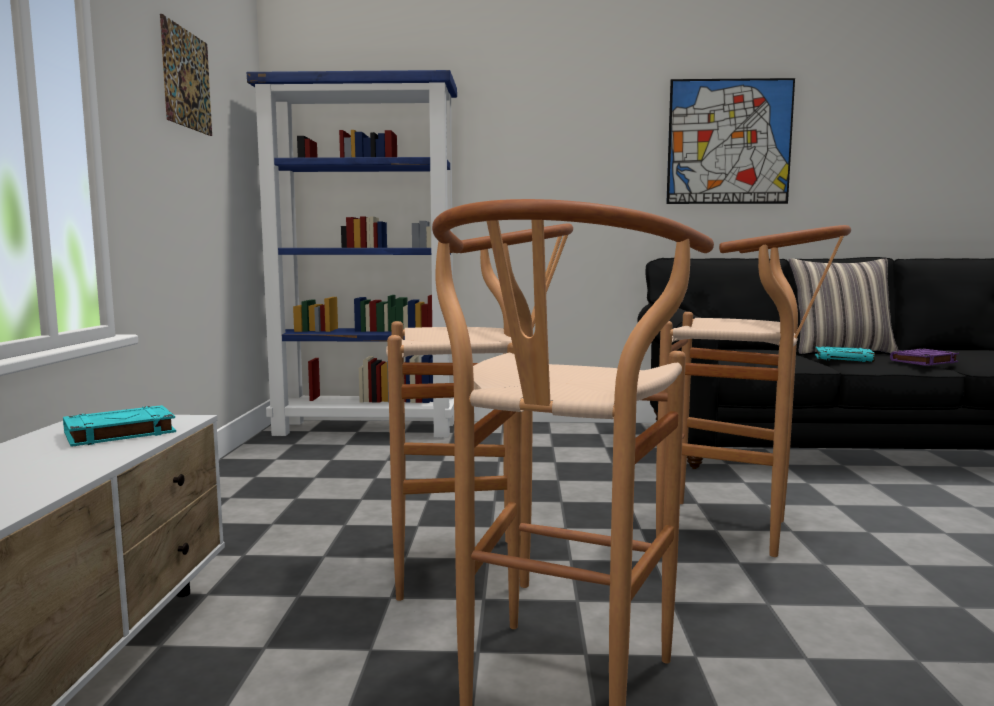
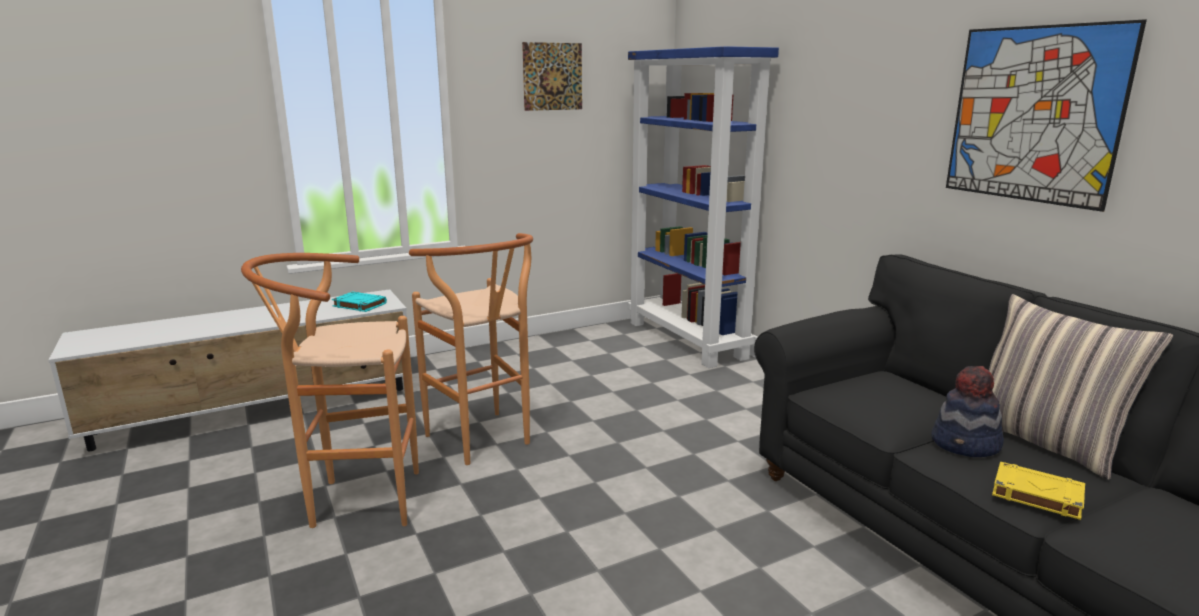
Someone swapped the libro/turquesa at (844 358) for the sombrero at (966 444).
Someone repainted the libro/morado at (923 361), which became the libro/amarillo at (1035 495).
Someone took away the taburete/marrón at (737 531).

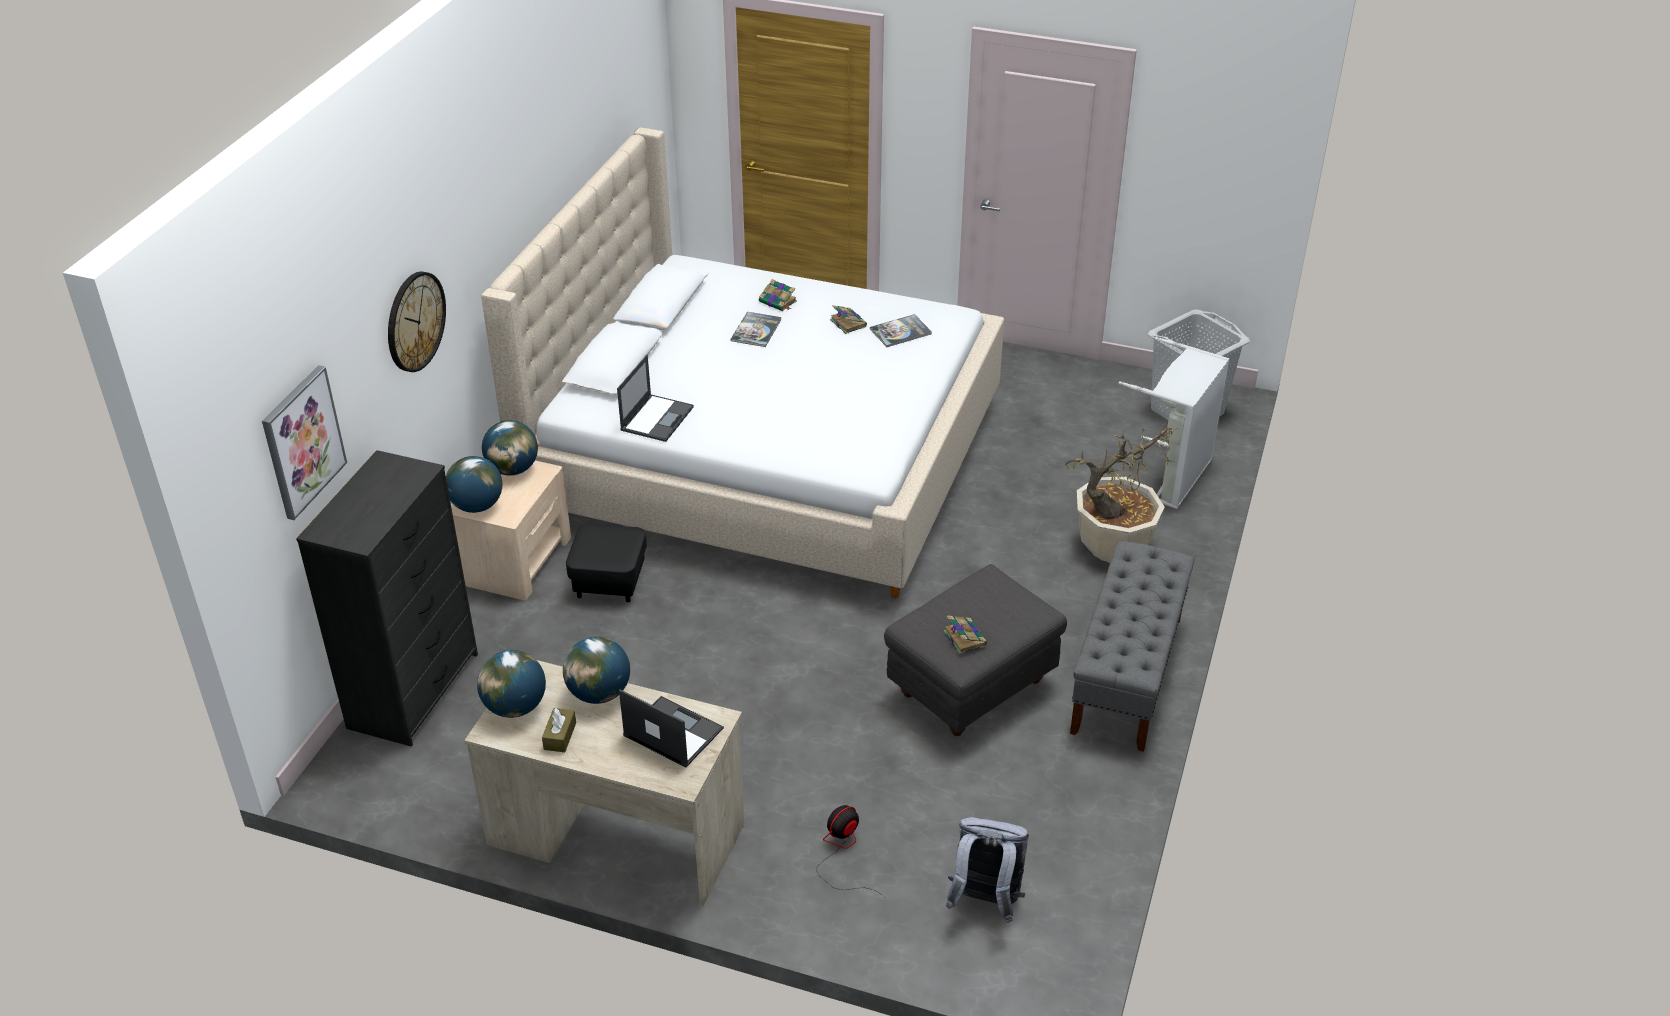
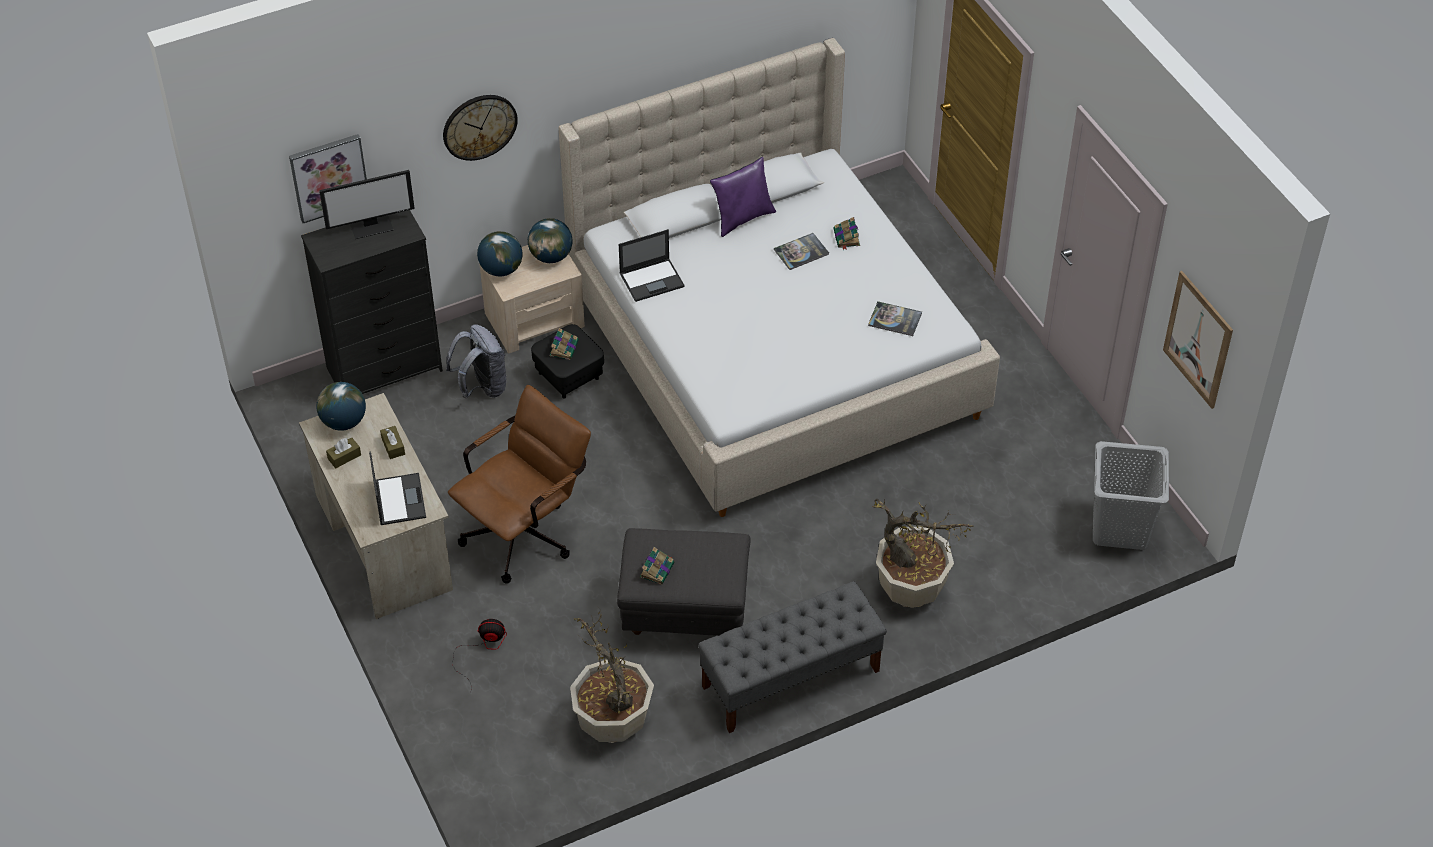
Someone put down the monitor at (371 226).
Someone swapped the globo terráqueo at (599 693) for the caja de pañuelos/marrón at (393 446).
Someone carried the mochila/gris from (985 902) to (482 387).
Someone put down the silla de oficina/marrón at (526 532).
Someone carried the libro from (847 323) to (564 348).
Someone put down the planta en maceta at (612 721).
Someone put down the cojín/morado at (743 218).
Someone put up the cuadro at (1198 339).
Someone took away the cesto de la ropa/gris at (1170 477).

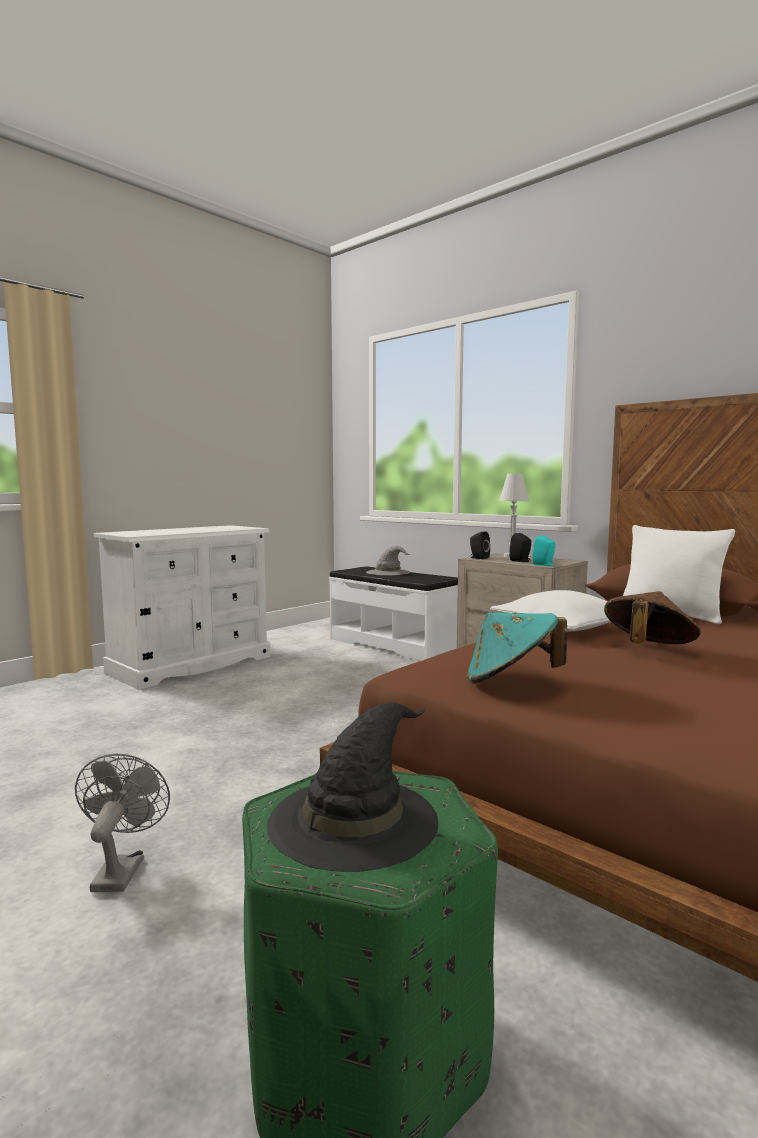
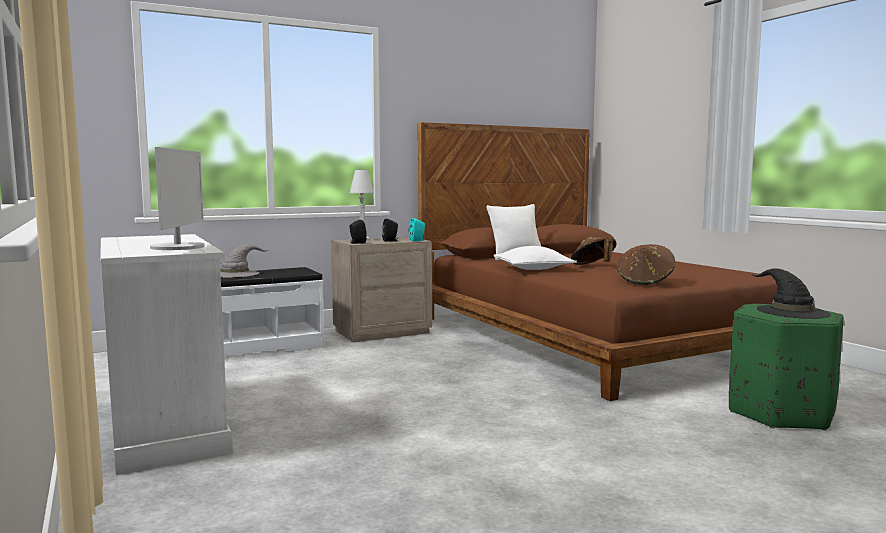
Someone put down the monitor at (178 247).
Someone repainted the sombrero/turquesa at (511 680), which became the sombrero/marrón at (645 281).
Someone took away the ventilador/gris at (121 869).

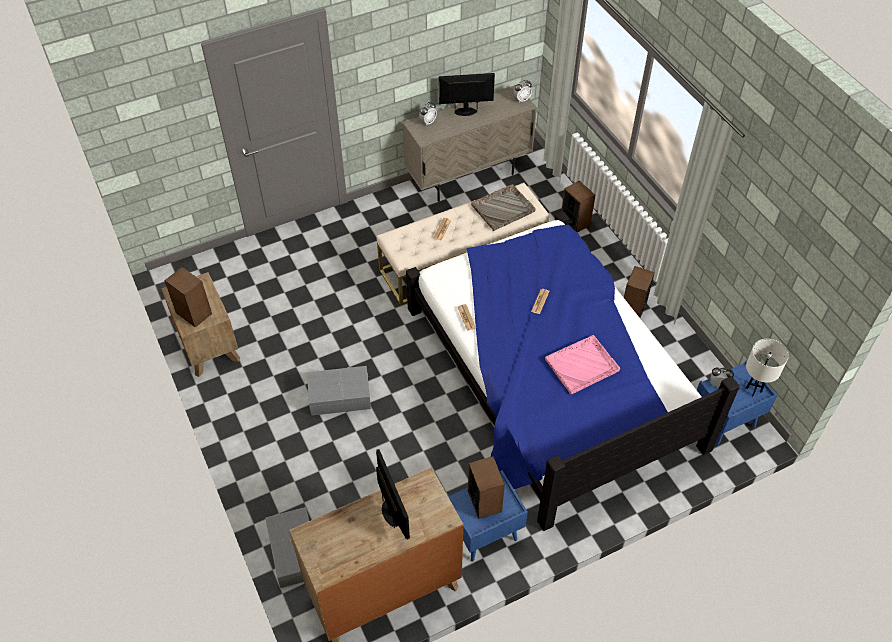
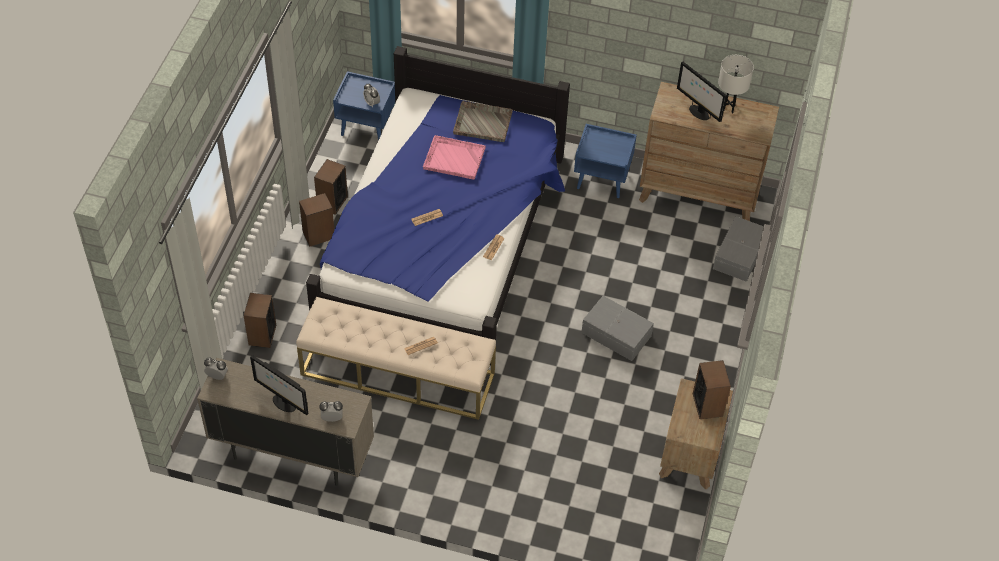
Someone carried the altavoz from (485 501) to (332 202).
Someone carried the bandeja/gris from (503 208) to (482 122).
Someone rotated the monitor at (392 513) by 60 degrees counterclockwise.
Someone carried the lámpara de mesa/blanco from (753 390) to (728 108).

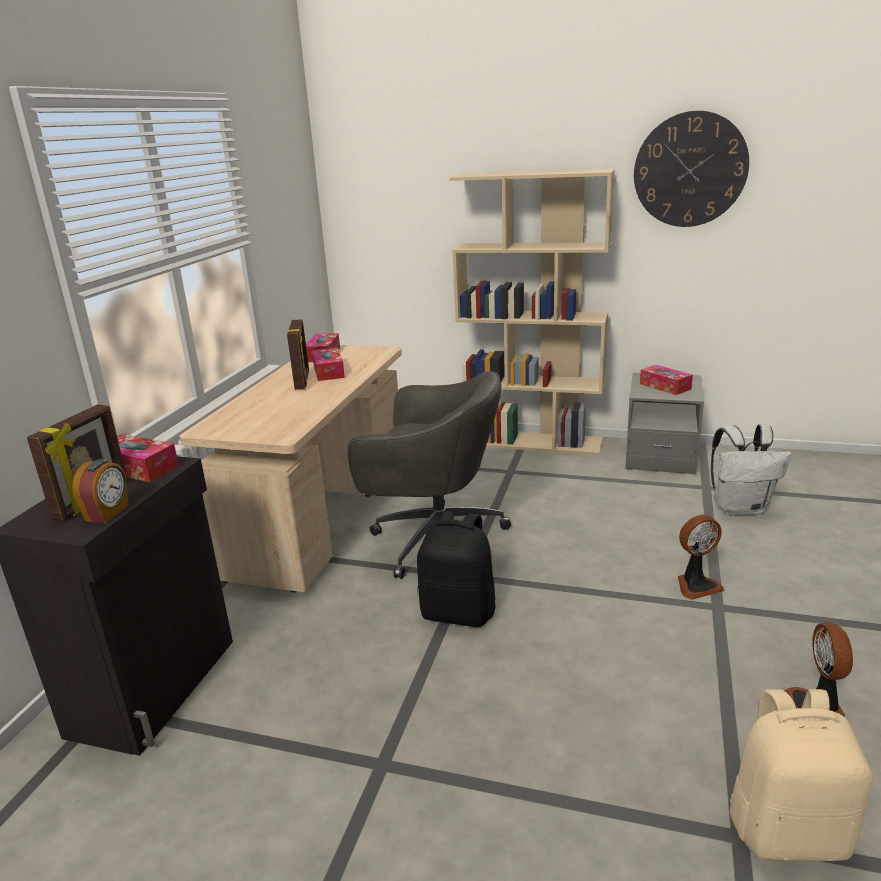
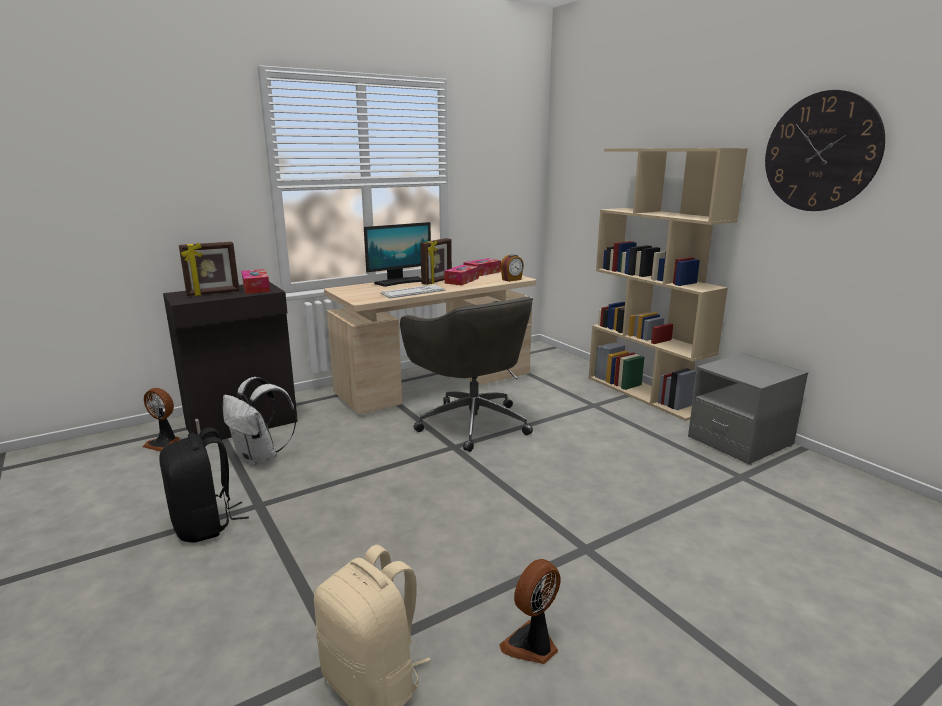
Someone carried the ventilador from (696 585) to (164 443).
Someone carried the mochila/negro from (459 612) to (205 524).
Someone carried the mochila/blanco from (740 508) to (260 457).
Someone put down the monitor at (399 282).
Someone put down the teclado at (413 292).
Someone carried the despertador from (108 513) to (512 279).
Someone took away the caja de pañuelos at (665 386).

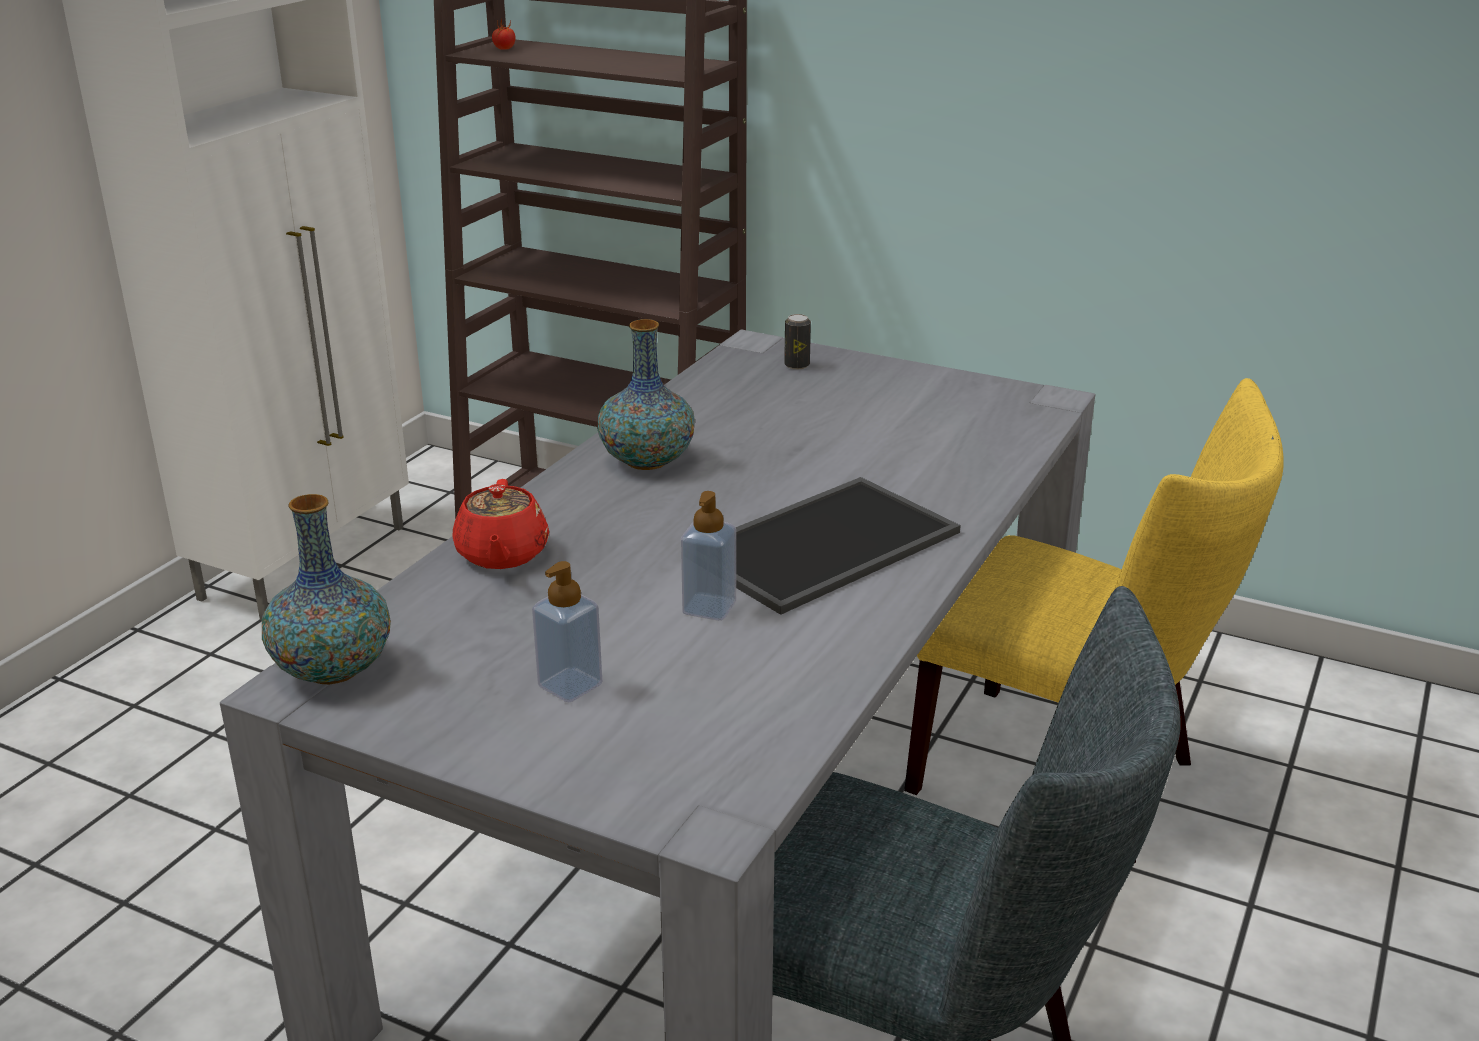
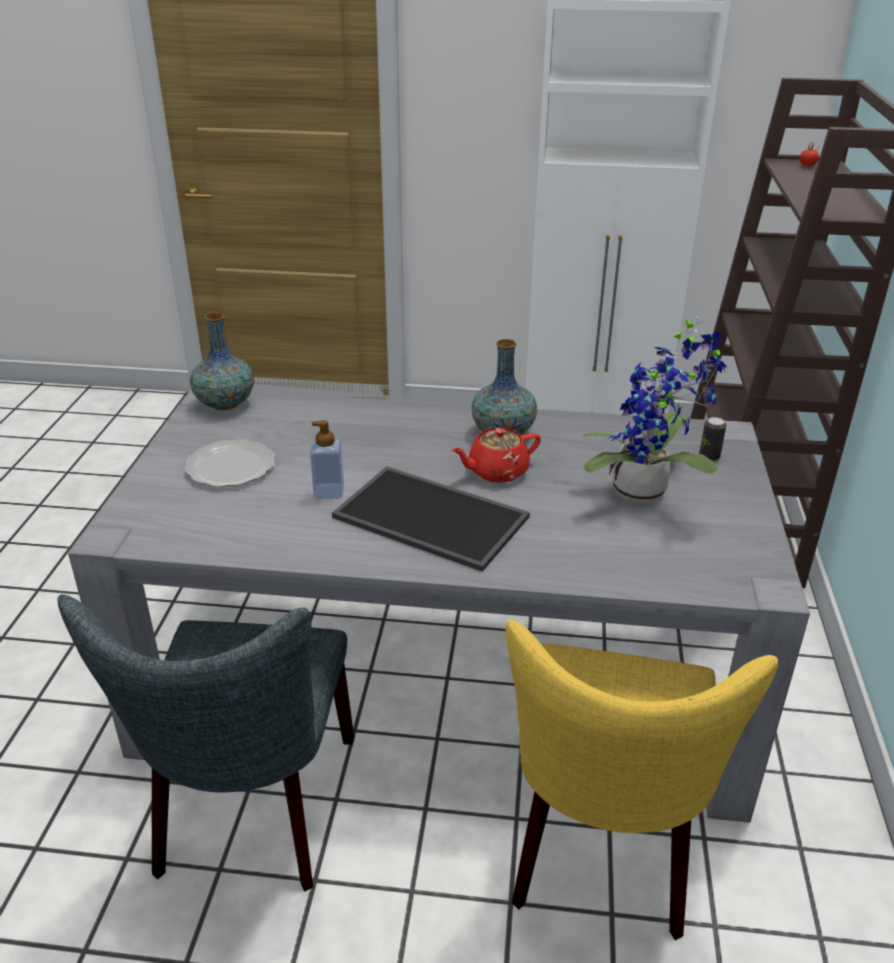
Someone swapped the dispensador de jabón at (570 686) for the plato at (231 467).
Someone carried the tetera/rojo from (502 555) to (496 471).
Someone put down the planta en maceta at (646 493).

